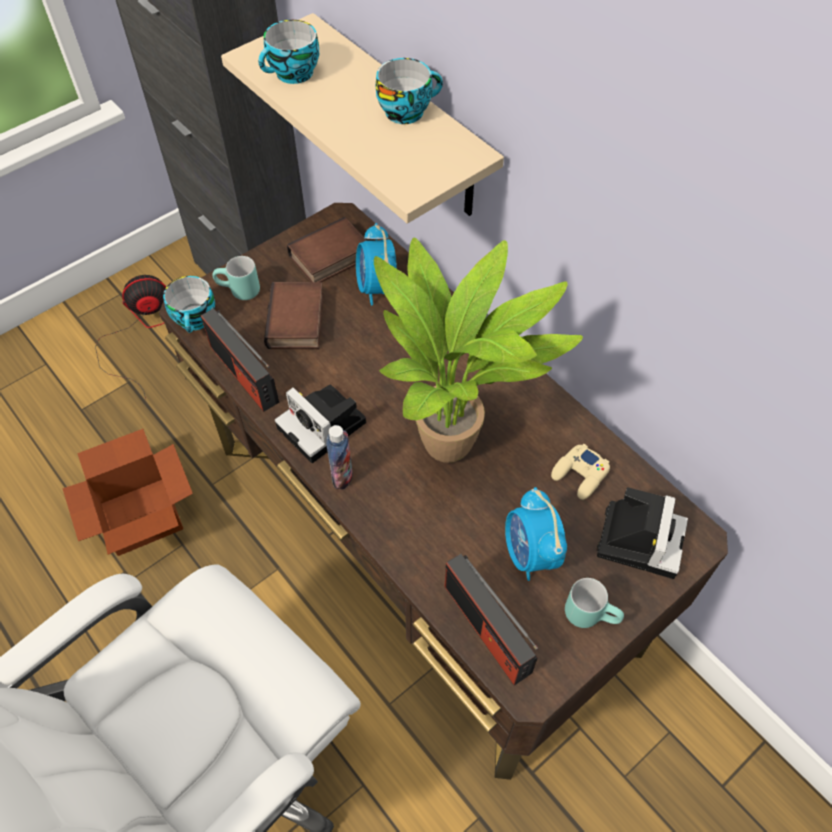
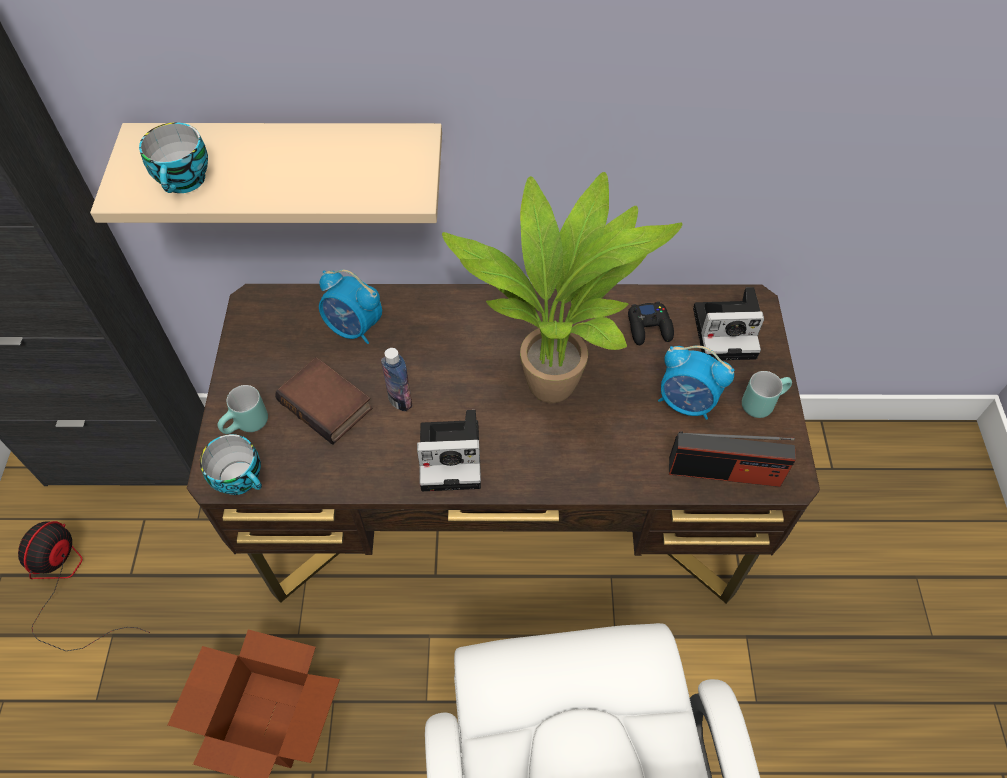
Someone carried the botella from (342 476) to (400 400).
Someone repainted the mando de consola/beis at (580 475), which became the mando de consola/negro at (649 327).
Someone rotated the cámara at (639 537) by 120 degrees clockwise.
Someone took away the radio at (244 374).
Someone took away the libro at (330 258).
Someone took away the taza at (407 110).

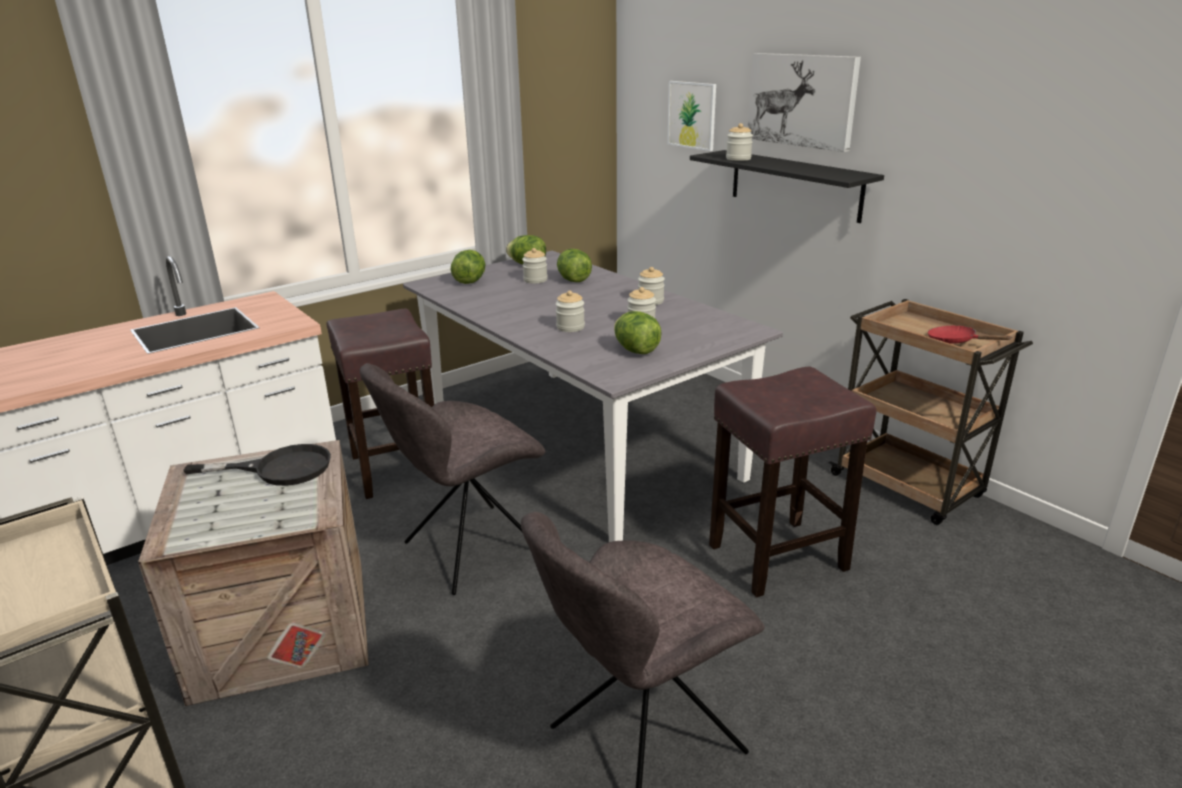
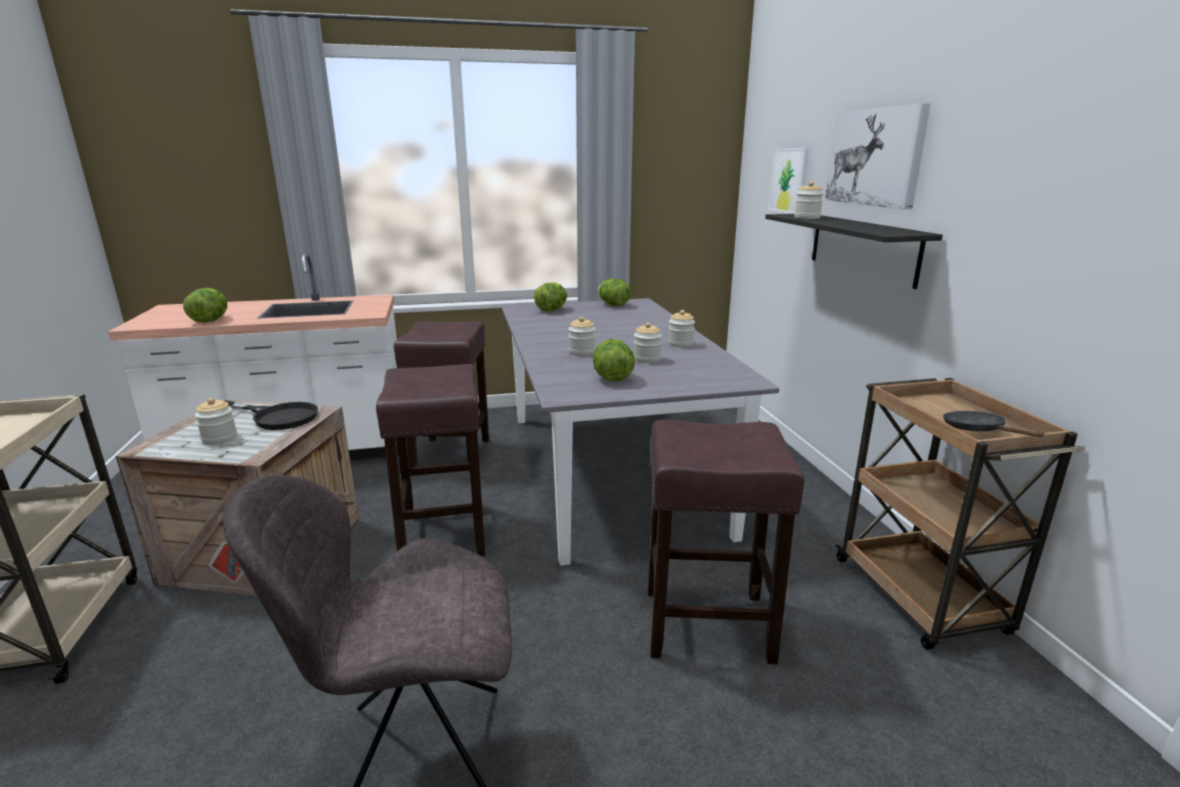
Someone carried the lechuga from (573 280) to (210 320).
Someone carried the tarro from (535 280) to (219 438).
Someone swapped the silla/gris at (469 550) for the taburete/marrón at (443 532).
Someone repainted the sartén/rojo at (956 342), which became the sartén/negro at (978 430).

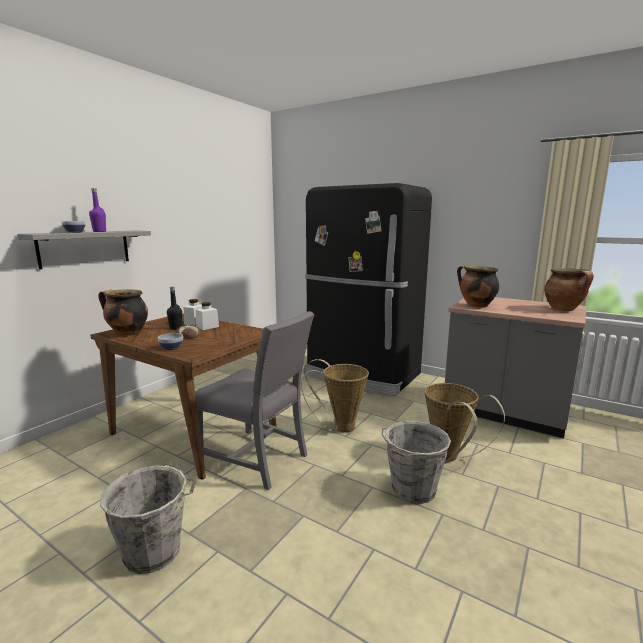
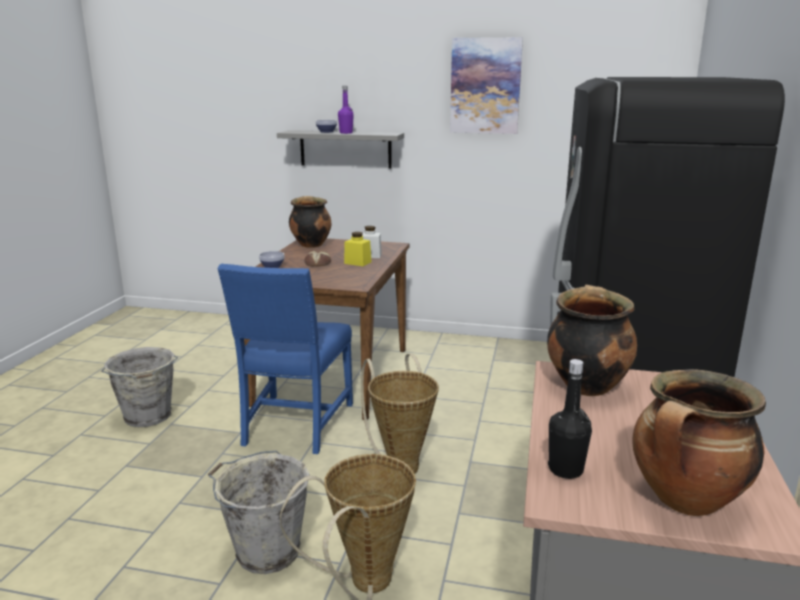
Someone repainted the silla/gris at (258 459), which became the silla/azul at (295 425).
Someone repainted the tarro/blanco at (207 327), which became the tarro/amarillo at (357 262).
Someone put up the cuadro at (485 86).
Someone carried the botella/negro from (176 328) to (566 470).

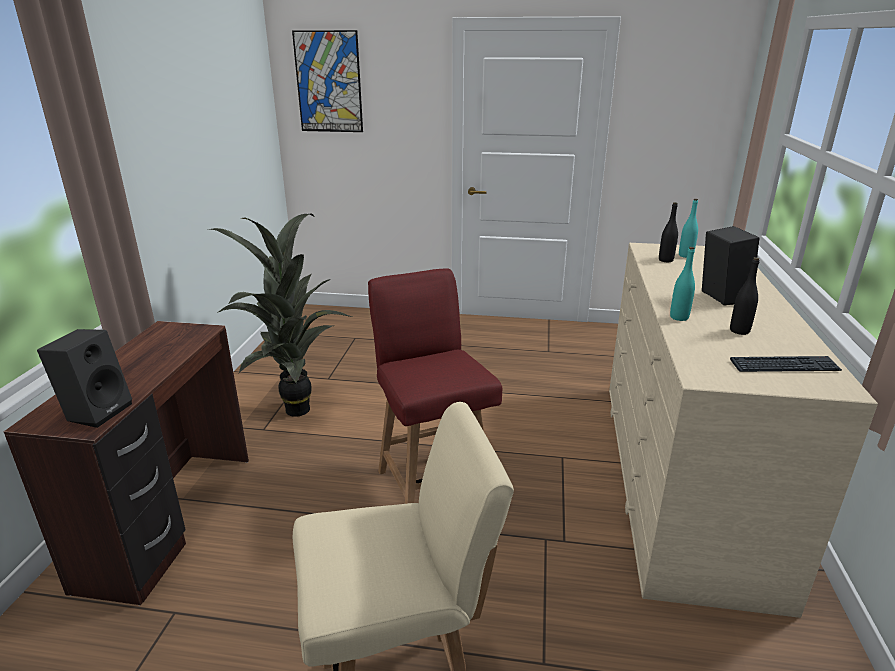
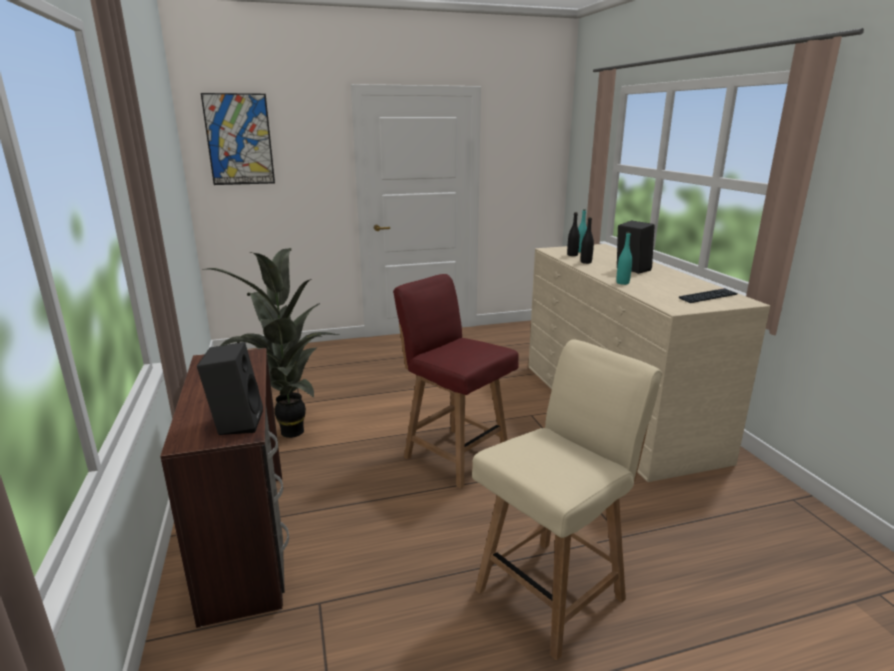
Someone carried the botella/negro from (739 331) to (586 262).

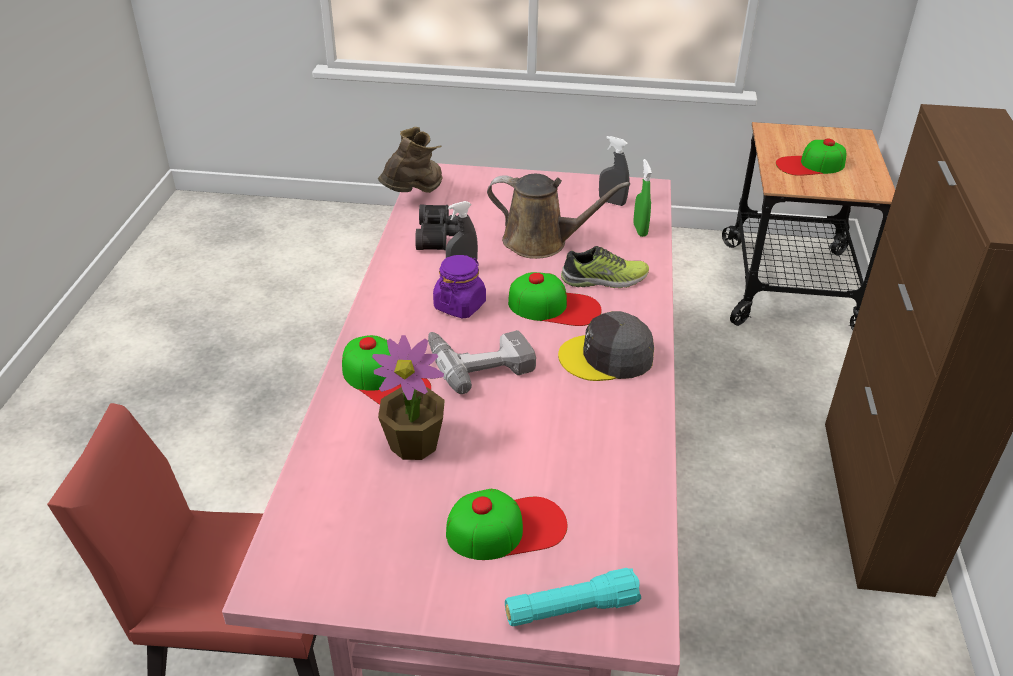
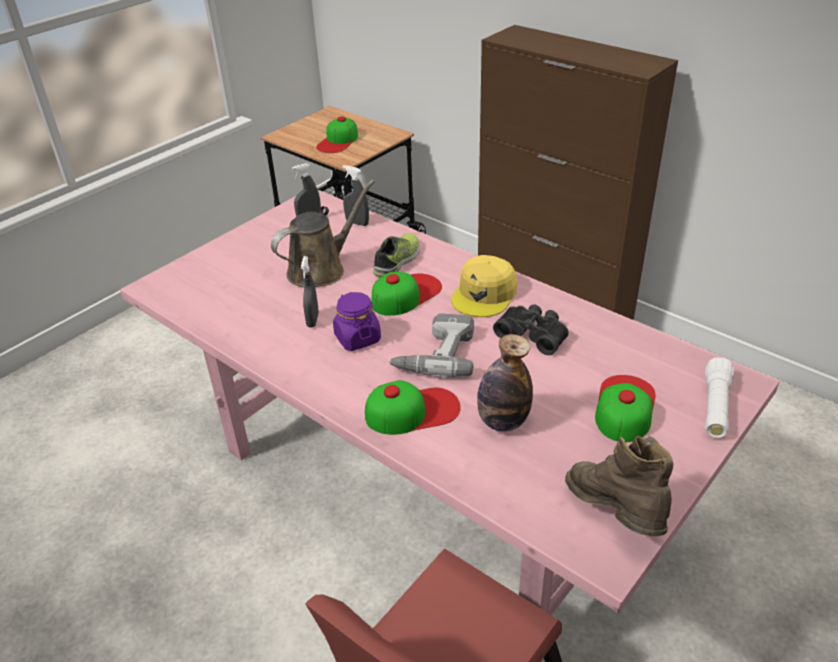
Someone repainted the pulverizador/verde at (640 230), which became the pulverizador/gris at (357 223).
Someone repainted the gorra/gris at (607 357), which became the gorra/amarillo at (484 294).
Someone swapped the planta en maceta at (414 443) for the botella at (502 421).
Someone carried the prismáticos/negro from (440 235) to (533 334).
Someone carried the bota/marrón from (415 195) to (615 515).
Someone repainted the linterna/turquesa at (571 609), which became the linterna/blanco at (715 406).

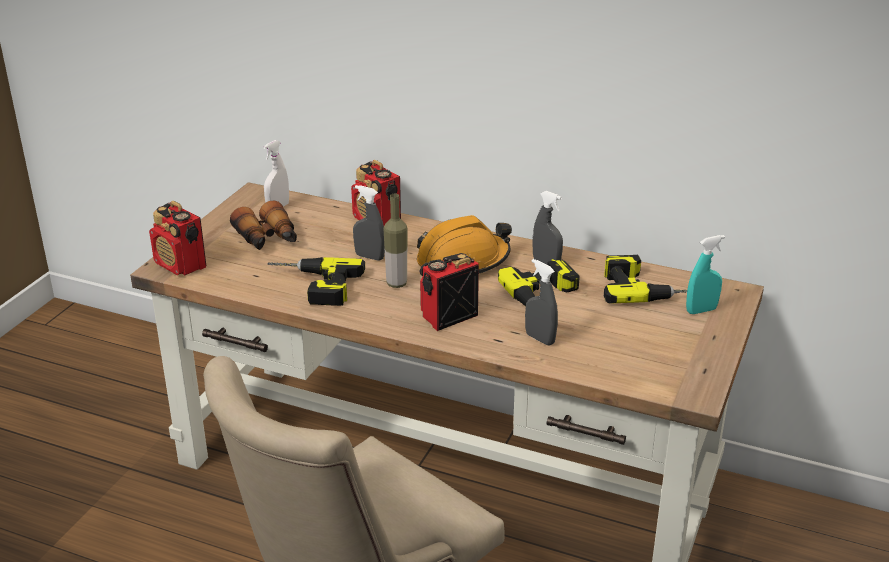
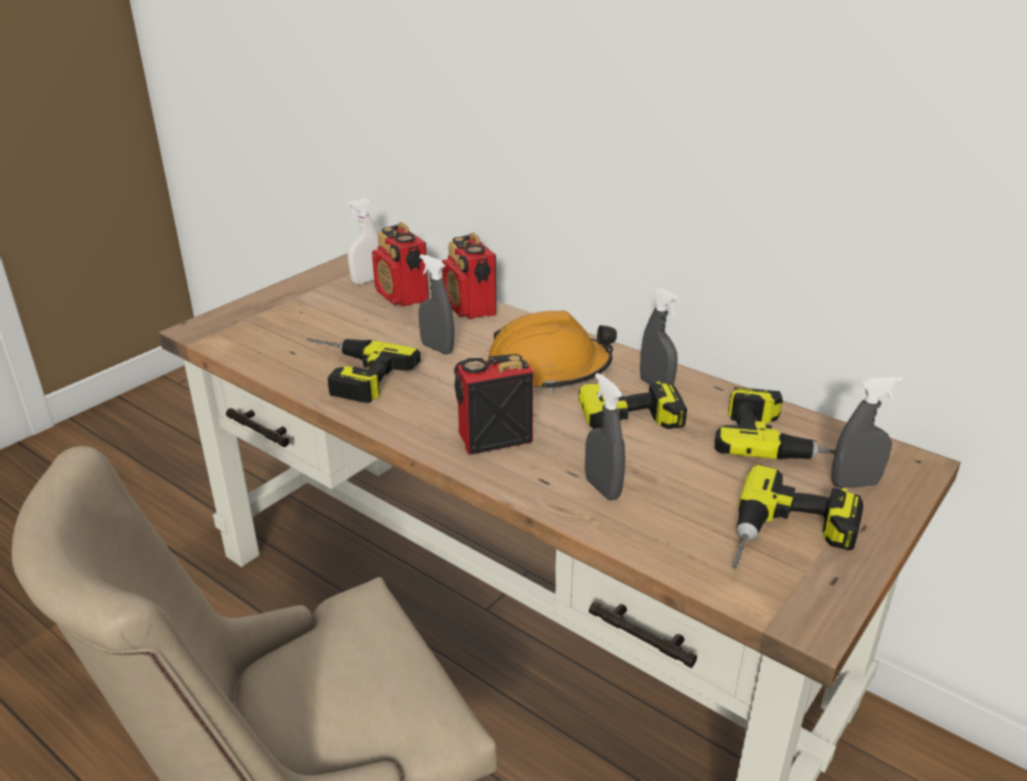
Someone carried the radio from (181 265) to (402 296).
Someone put down the taladro at (790 540).
Someone repainted the pulverizador/turquesa at (701 310), which became the pulverizador/gris at (854 484).
Someone took away the prismáticos at (267 239).
Someone took away the botella at (396 283).

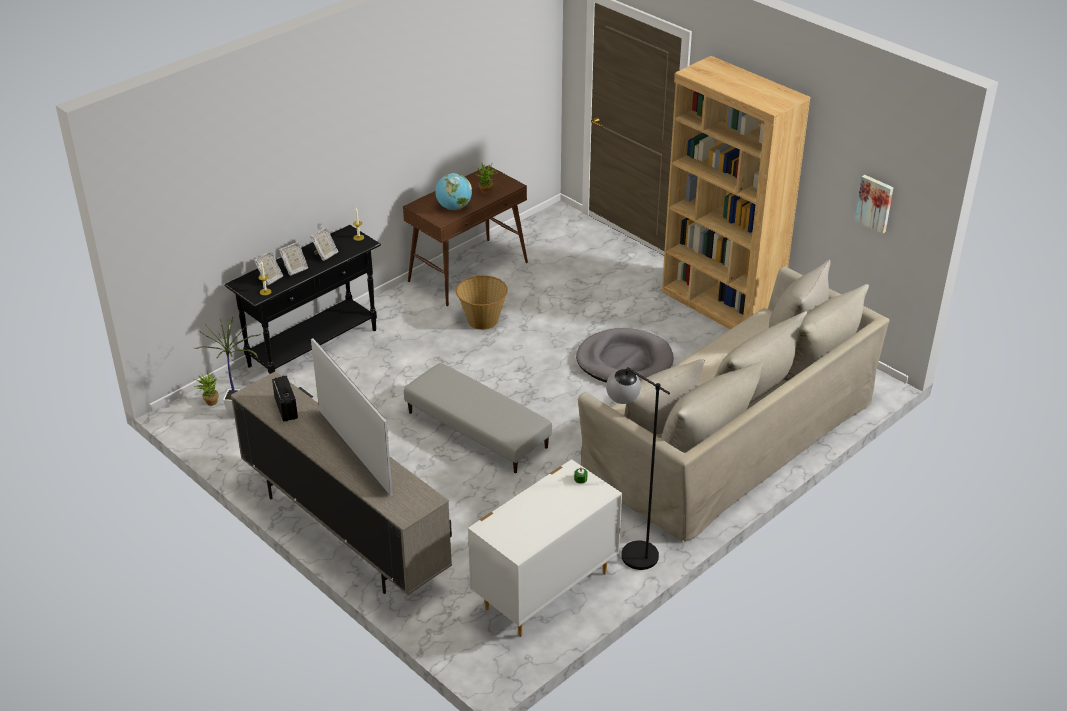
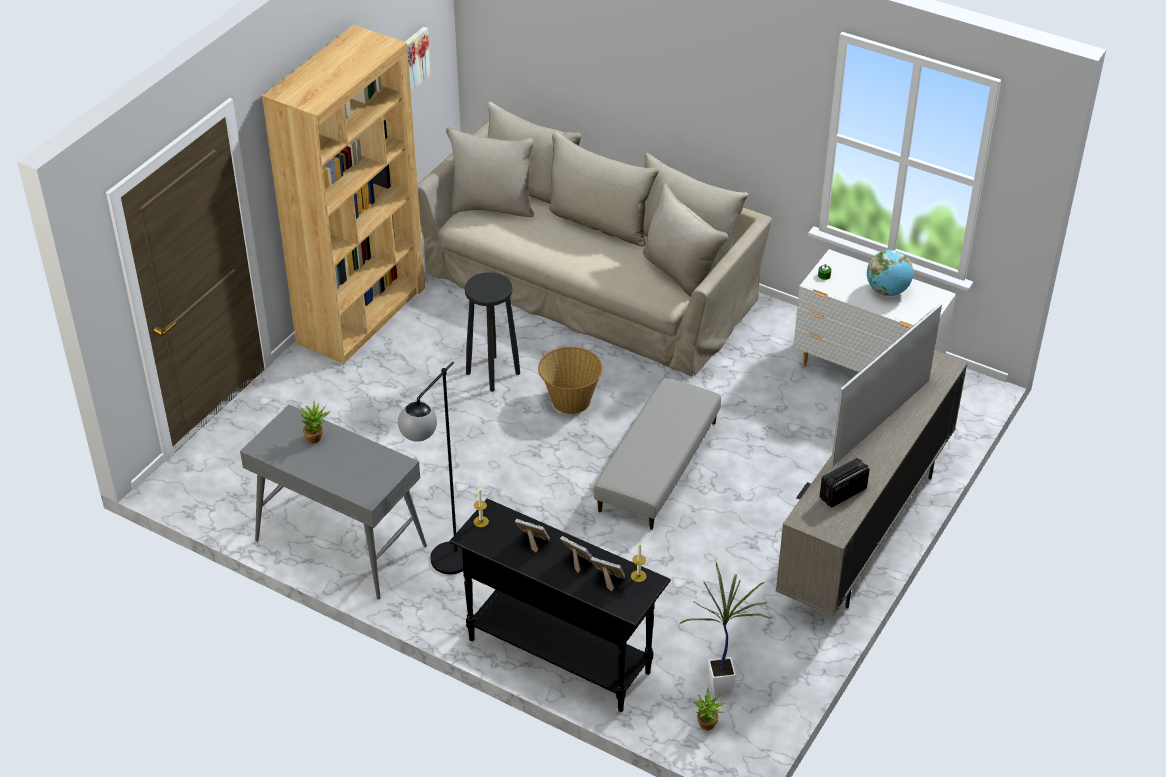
Someone repainted the mesa consola/marrón at (468 271), which became the mesa consola/gris at (339 543).
Someone carried the lámpara de pie/negro from (629 549) to (443 569).
Someone swapped the cama para perro/gris at (624 361) for the taburete/negro at (492 373).
Someone carried the cesta from (482 320) to (570 401).
Someone carried the globo terráqueo from (454 207) to (887 291).

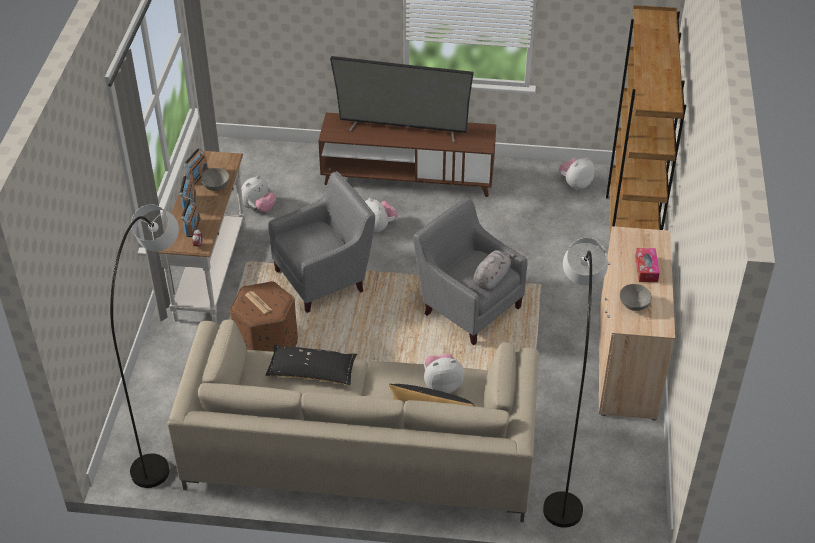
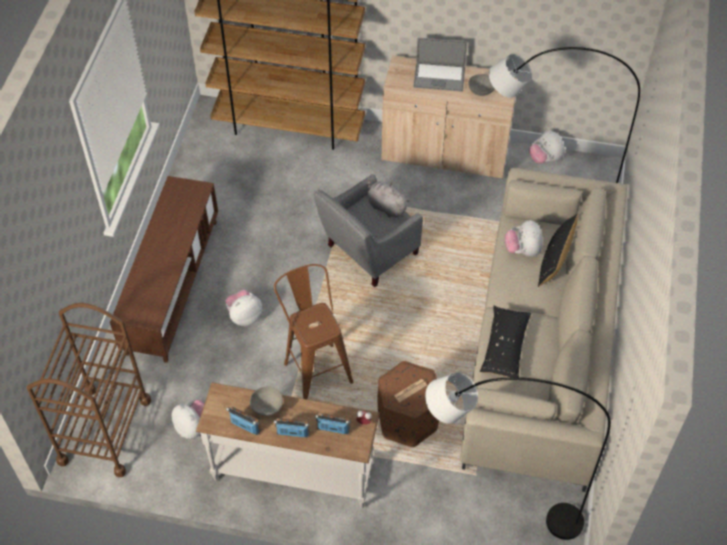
Someone put down the carrito/marrón at (104 431).
Someone swapped the sillón/gris at (325 278) for the taburete/marrón at (315 367).
Someone swapped the caja de pañuelos at (646 269) for the portátil at (439 77).
Someone carried the peluche from (575 184) to (545 159).
Someone took away the televisor at (403 129).

